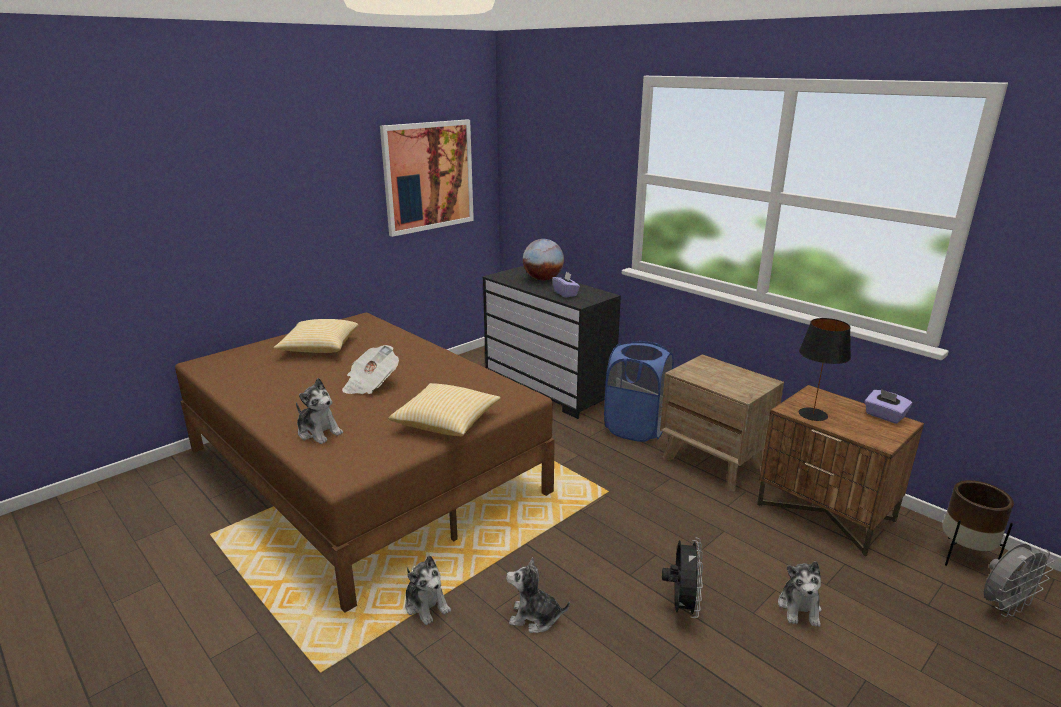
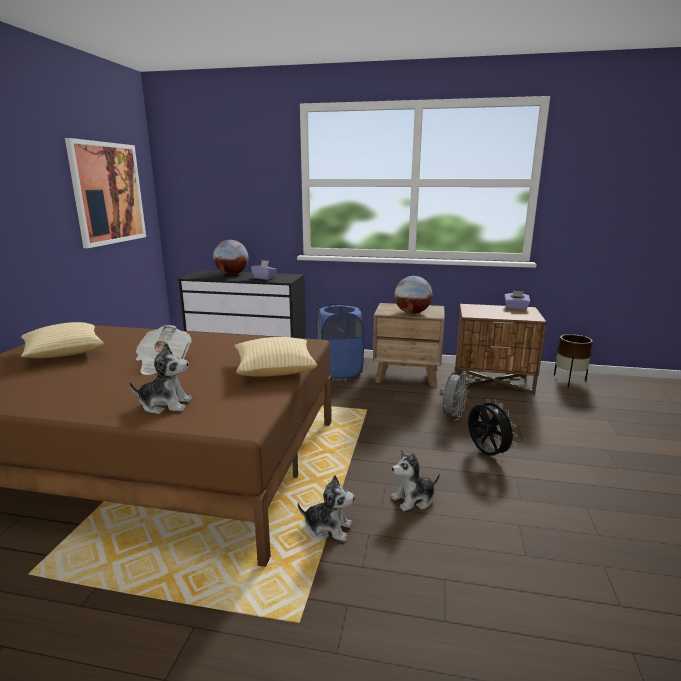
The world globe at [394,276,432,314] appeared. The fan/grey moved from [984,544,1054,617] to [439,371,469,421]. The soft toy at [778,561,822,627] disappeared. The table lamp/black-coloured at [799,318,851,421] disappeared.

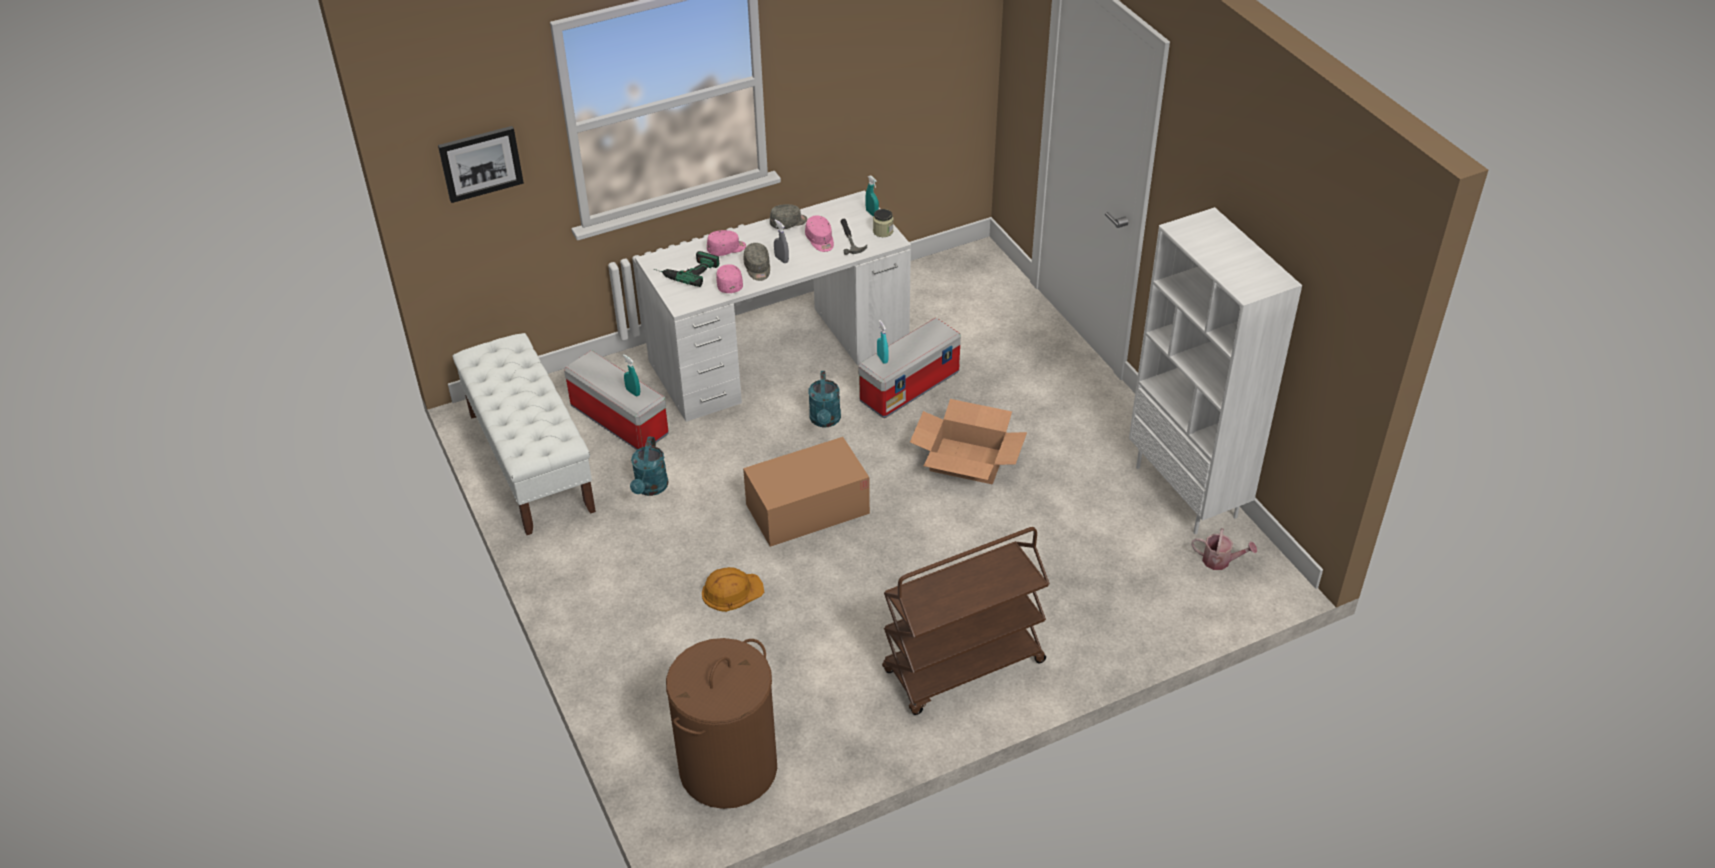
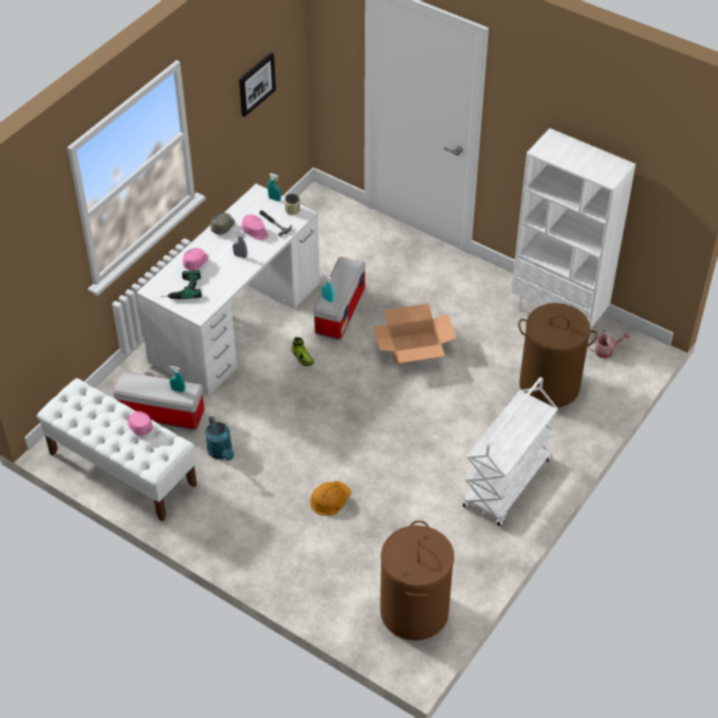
The cap/pink moved from [717,264,743,293] to [127,411,153,436]. The picture moved from [438,126,524,203] to [239,53,276,117]. The sprinkling can/blue-green at [808,371,841,427] was replaced by the low shoe at [291,337,314,366]. The wheeled cart/brown-coloured at [882,527,1050,715] became the wheeled cart/white at [462,377,558,526]. The hamper/brown-coloured at [518,303,597,408] appeared. The cap/grey at [743,243,770,281] disappeared. The cardboard box at [743,437,870,547] disappeared.

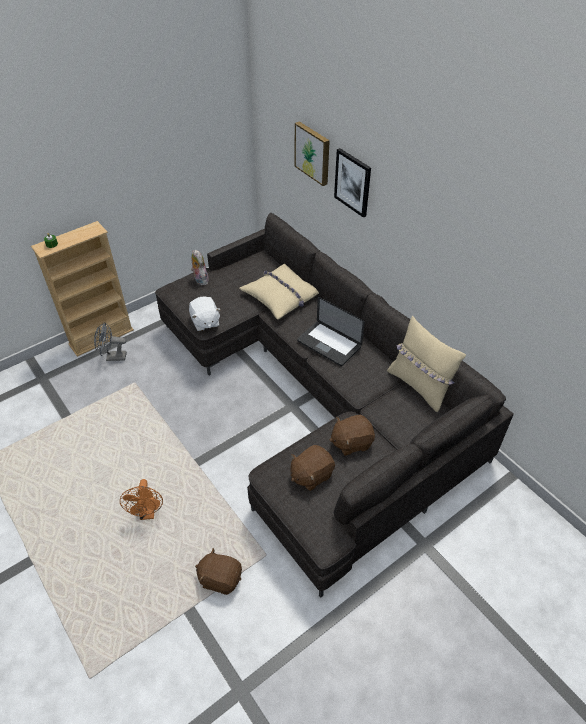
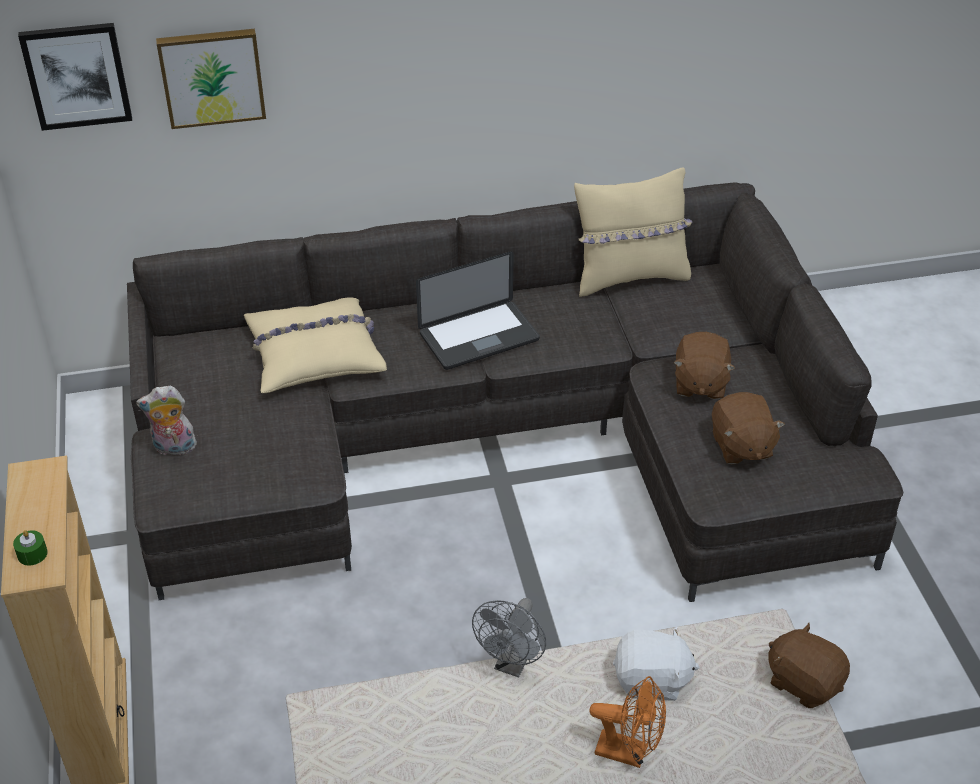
The picture moved from [334,148,371,218] to [18,23,132,131]. The fan/grey moved from [94,322,127,361] to [472,598,546,678]. The soft toy/white moved from [189,296,221,331] to [613,627,699,701]. The soft toy/brown-coloured at [195,548,242,595] turned 90 degrees clockwise.

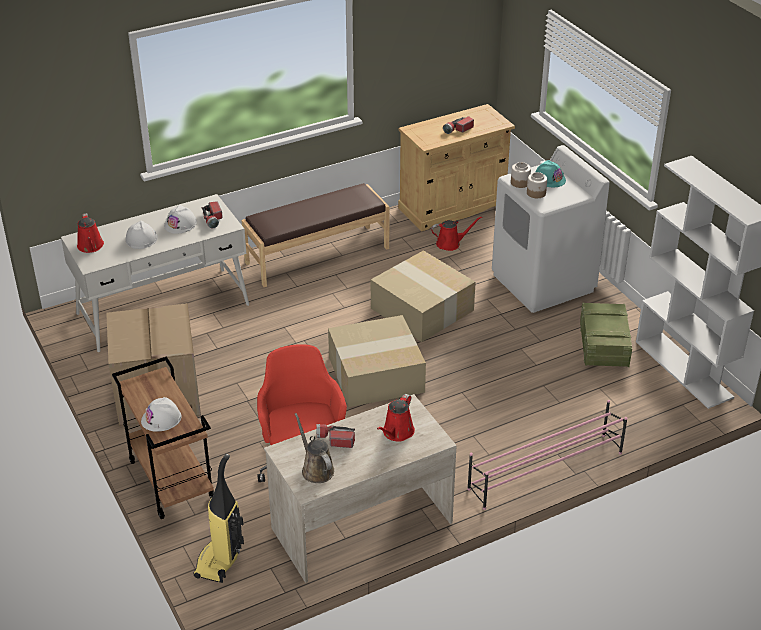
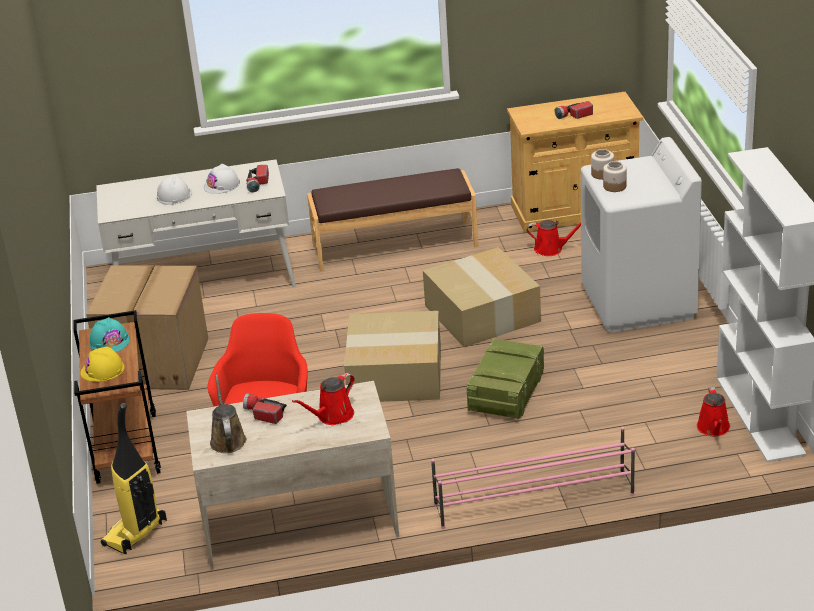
The hard hat/white at [141,397,182,432] became the hard hat/yellow at [80,346,125,382]. The hard hat/blue-green moved from [536,160,566,187] to [90,317,130,352]. The packing crate moved from [580,302,632,367] to [466,338,544,419]. The sprinkling can/reddish moved from [77,213,104,253] to [697,387,730,436].

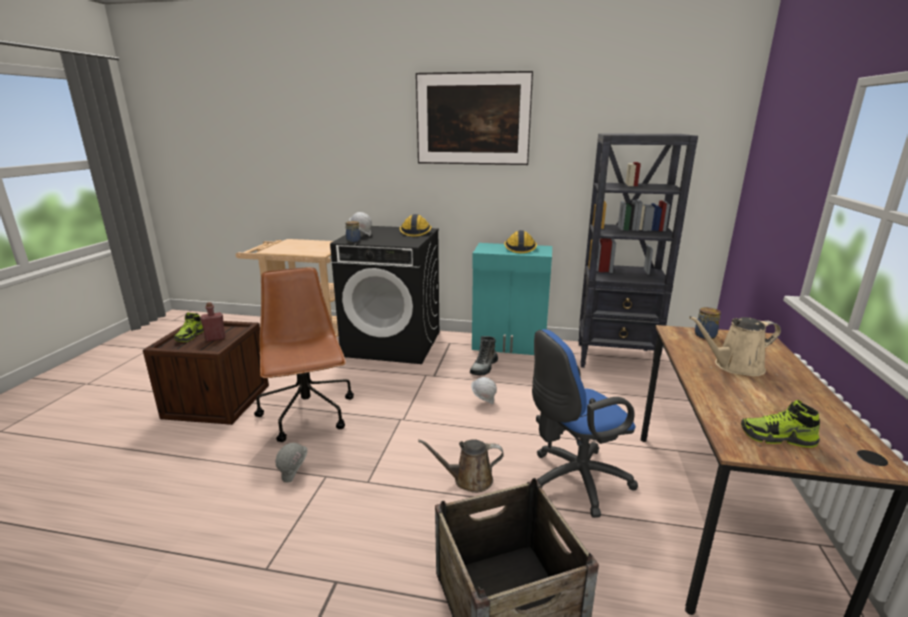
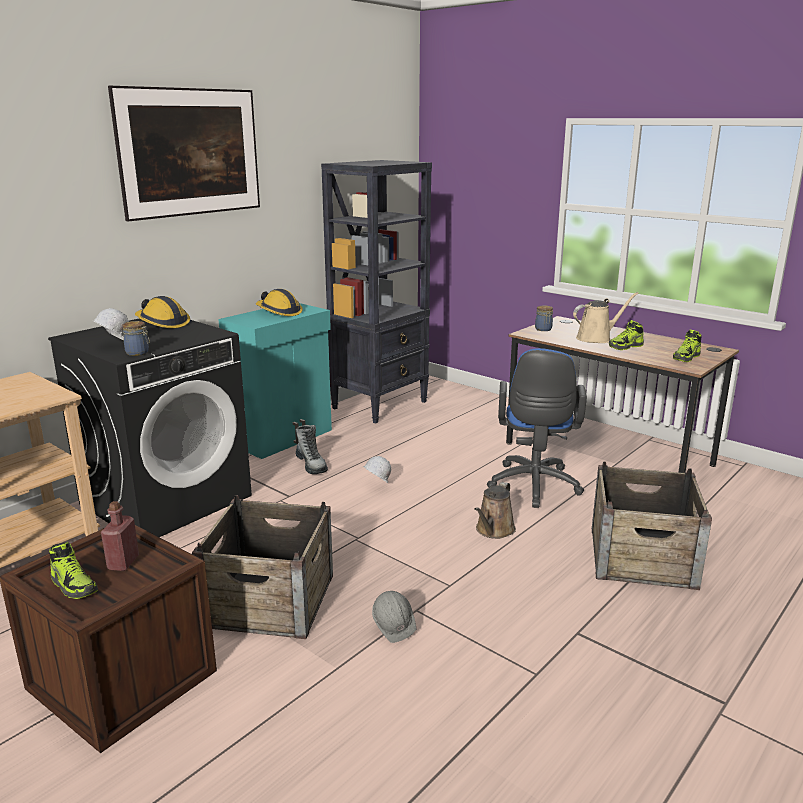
The computer chair/brown-coloured at [254,267,354,442] was replaced by the packing crate at [192,495,333,639]. The sprinkling can/beige-coloured at [689,316,781,376] turned 135 degrees counterclockwise. The low shoe at [609,320,644,350] appeared.

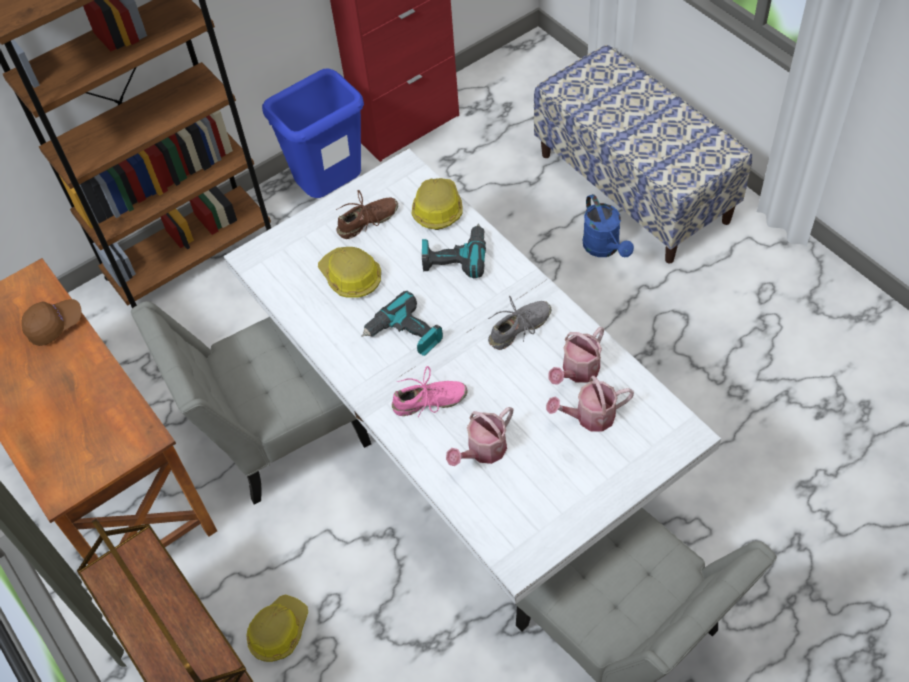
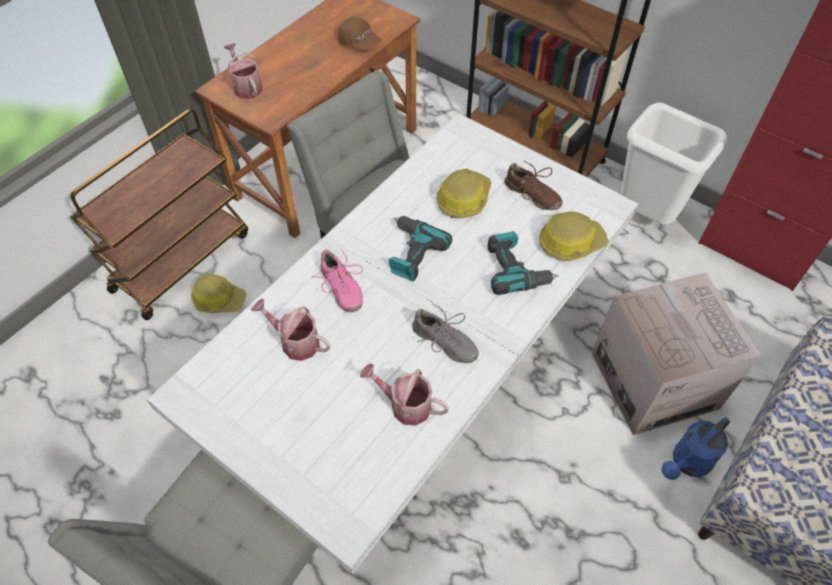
The sprinkling can moved from [546,376,634,432] to [223,43,263,99]. The cardboard box at [592,272,761,435] appeared. The waste bin/blue at [262,68,364,198] became the waste bin/white at [621,103,727,224].

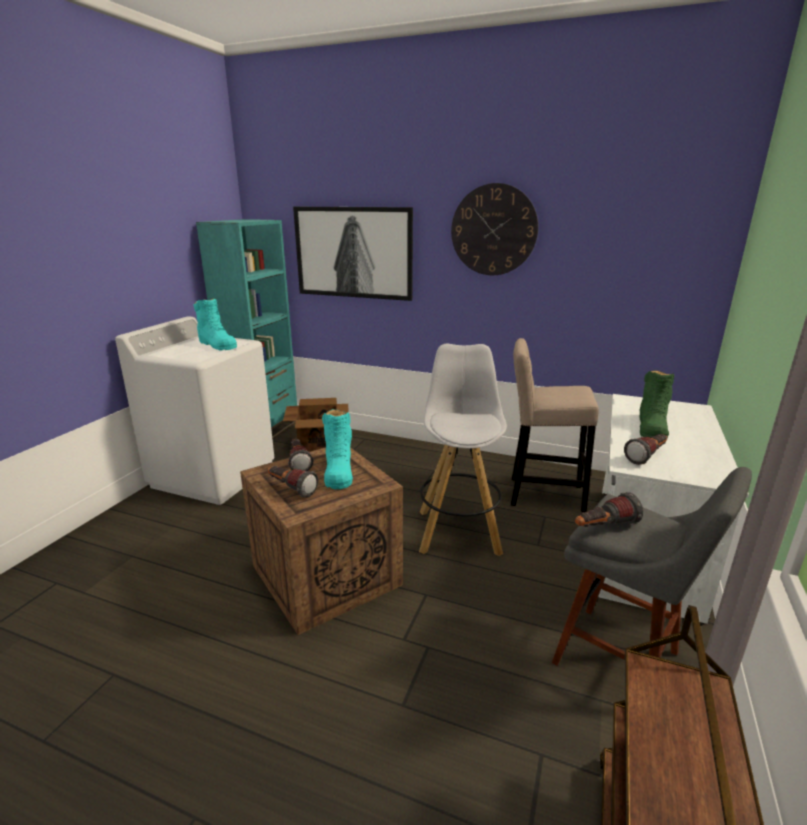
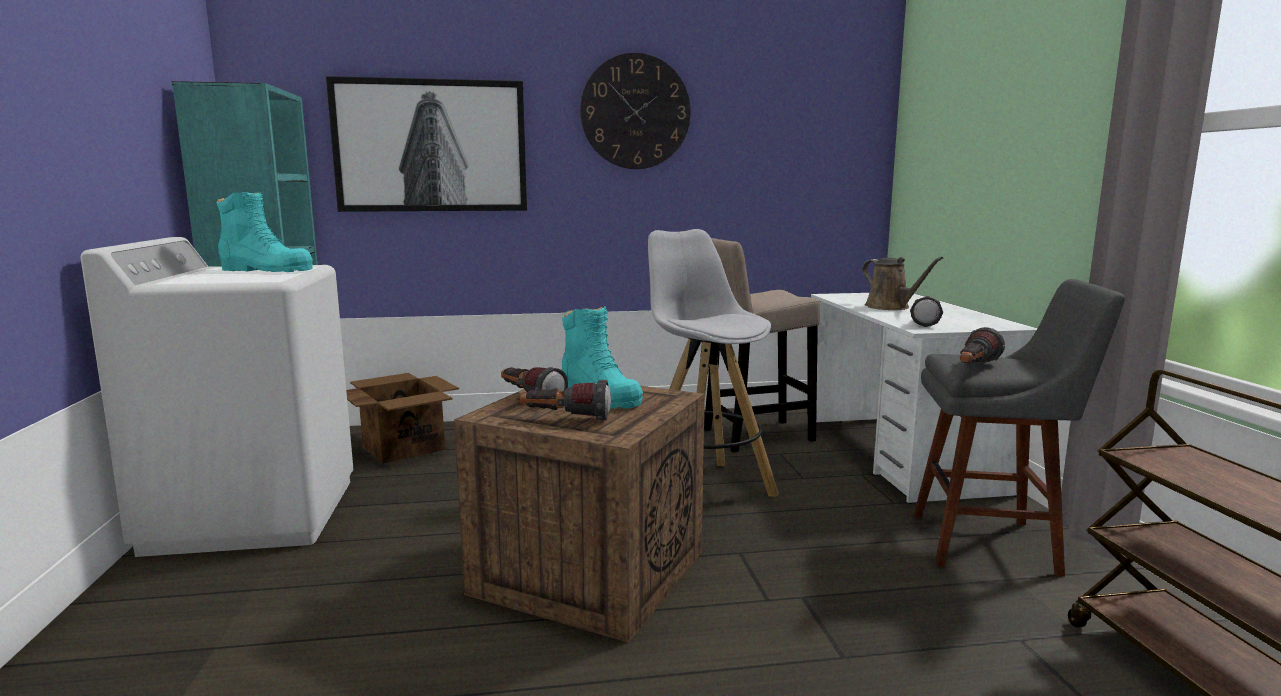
The high-top boot/green at [639,370,674,438] was replaced by the sprinkling can/brown-coloured at [862,257,943,310].

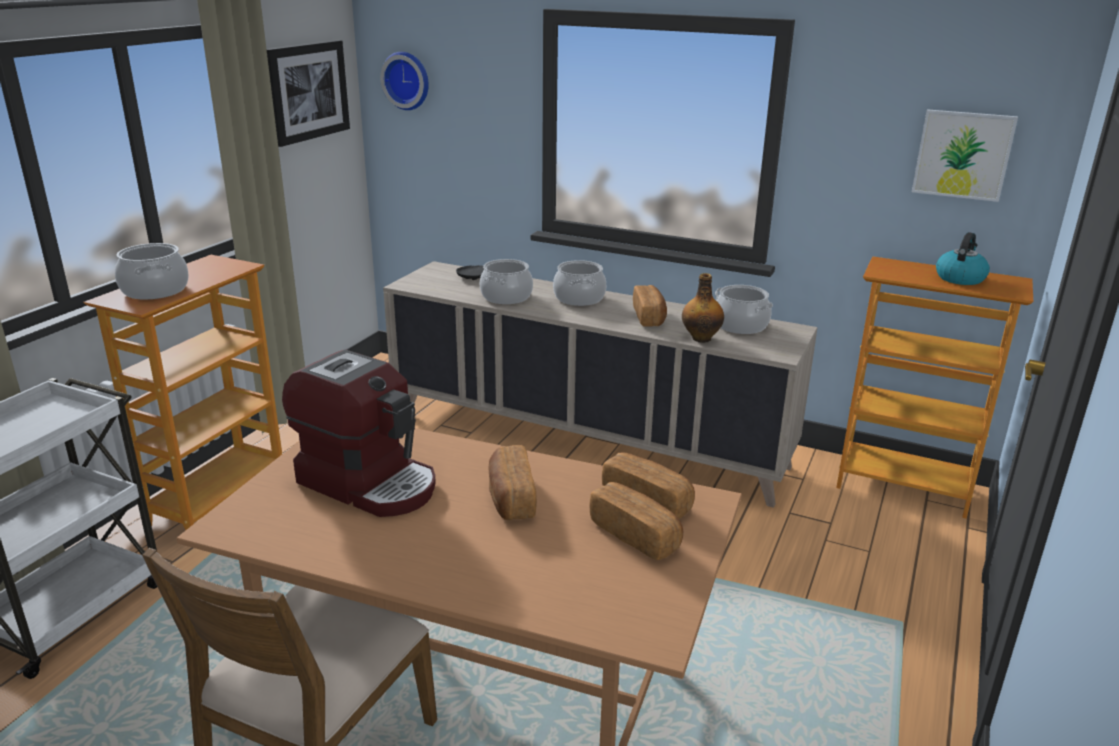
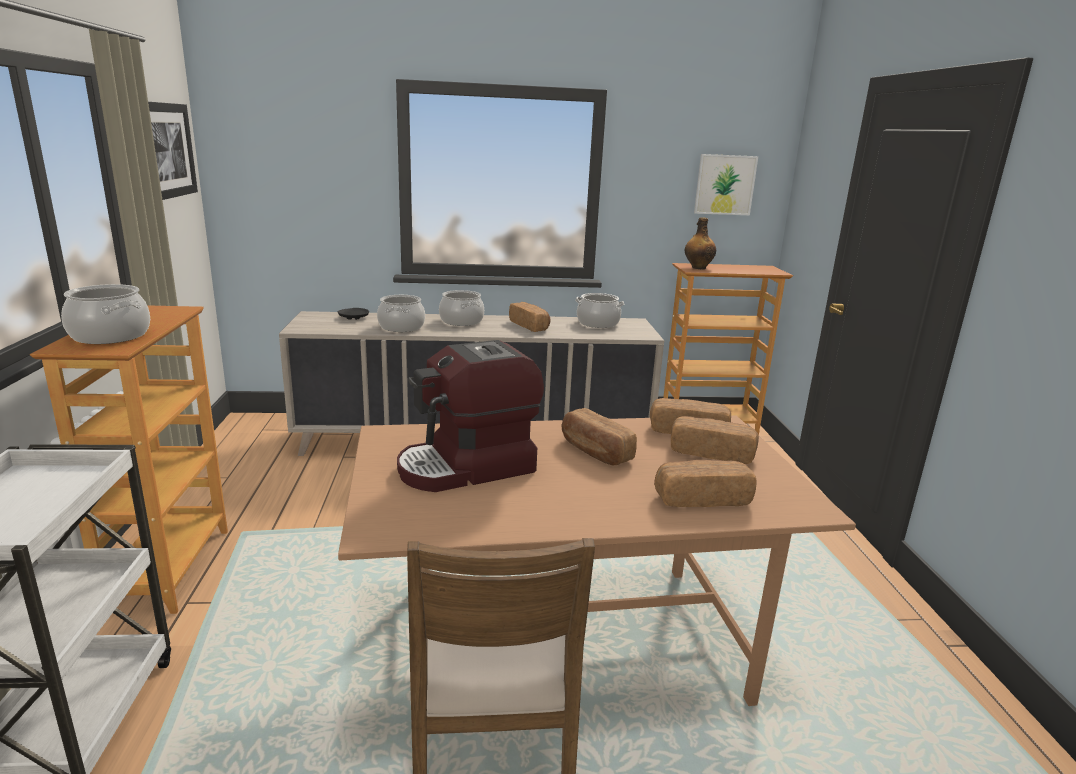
The coffee maker at [282,349,436,517] turned 150 degrees clockwise. The baked bread at [654,460,756,507] appeared. The beverage bottle moved from [682,273,724,343] to [685,217,716,269]. The wall clock at [380,52,429,110] disappeared. The water kettle at [936,232,990,285] disappeared.

